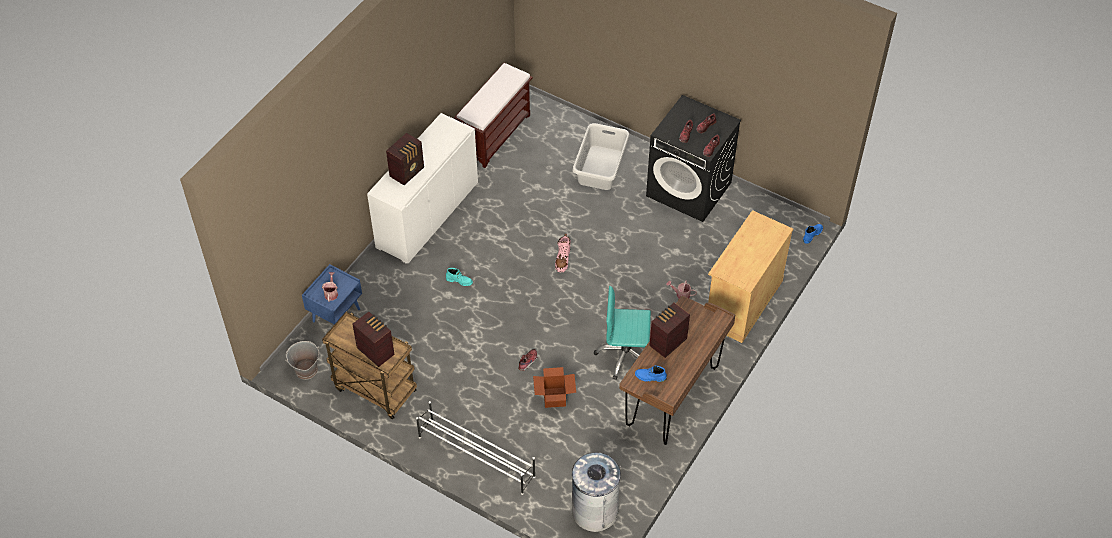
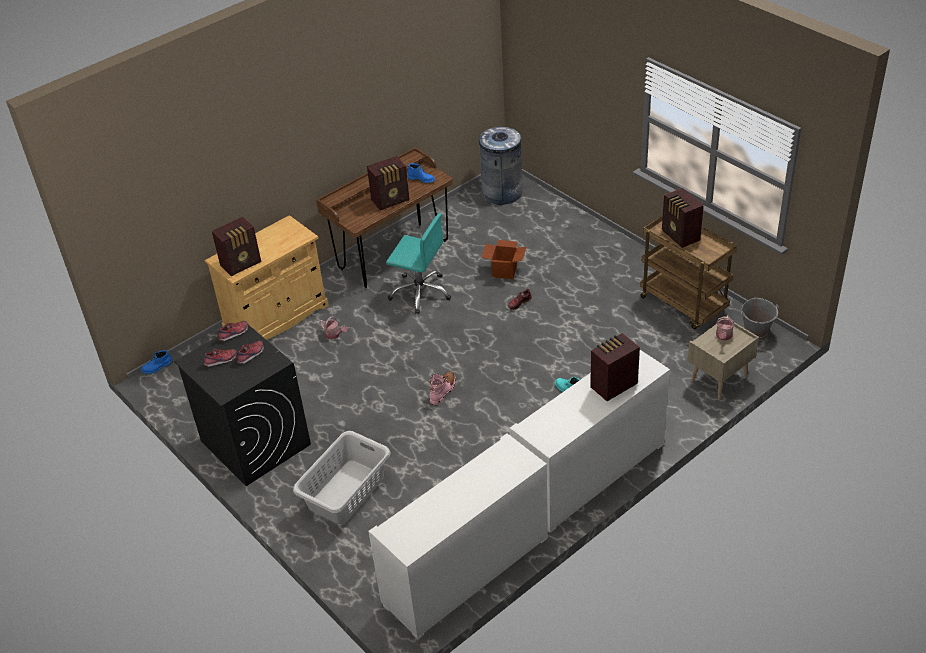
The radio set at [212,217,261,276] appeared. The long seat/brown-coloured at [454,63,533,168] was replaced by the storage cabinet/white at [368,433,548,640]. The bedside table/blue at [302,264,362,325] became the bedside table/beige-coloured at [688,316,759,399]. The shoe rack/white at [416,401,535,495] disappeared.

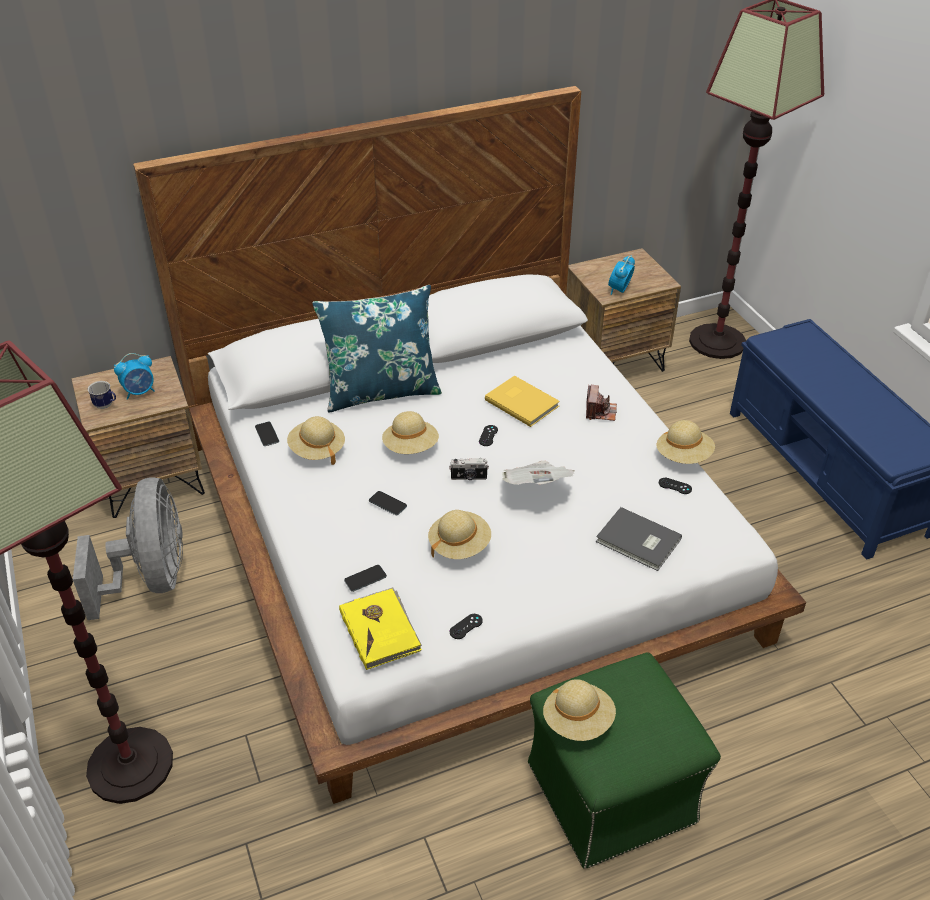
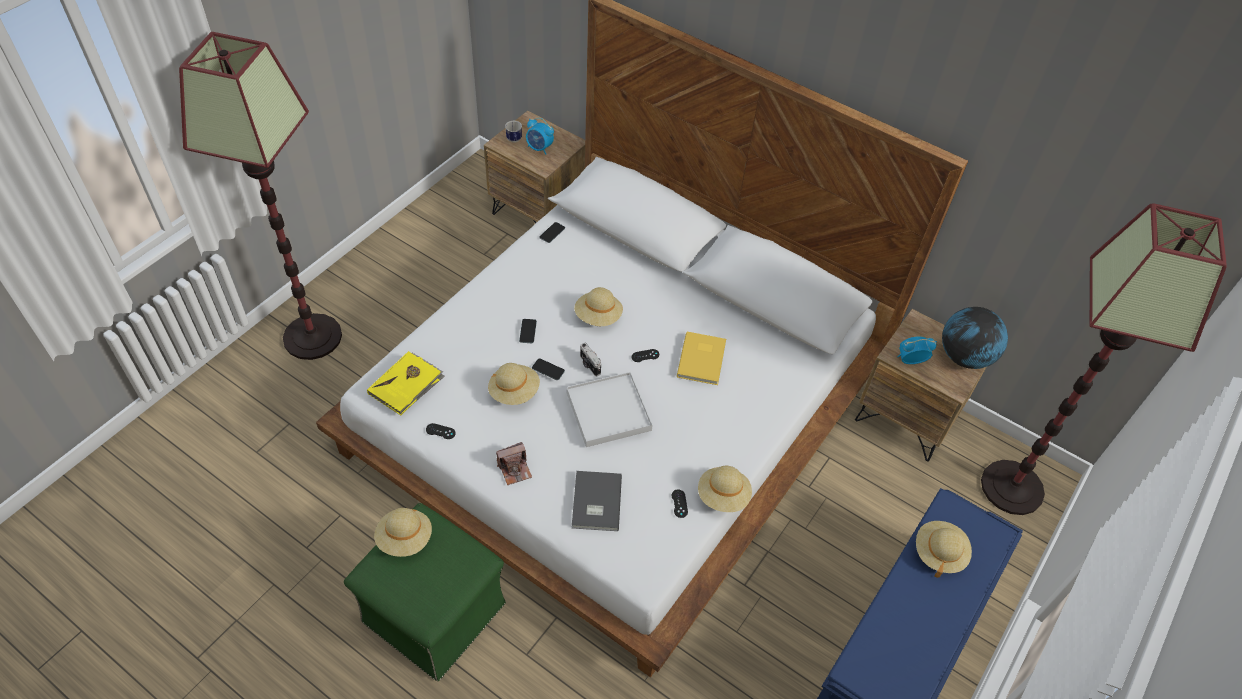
The photo camera moved from [586,385,617,421] to [496,442,532,485]. The telephone moved from [344,565,387,592] to [532,358,565,380]. The newspaper at [502,461,574,485] was replaced by the serving tray/white at [567,372,653,447]. The clothing hat/beige-coloured moved from [287,416,345,465] to [916,521,972,578]. The world globe at [942,307,1008,369] appeared. The fan/grey at [73,478,183,620] disappeared. The cushion/blue at [312,285,442,412] disappeared.

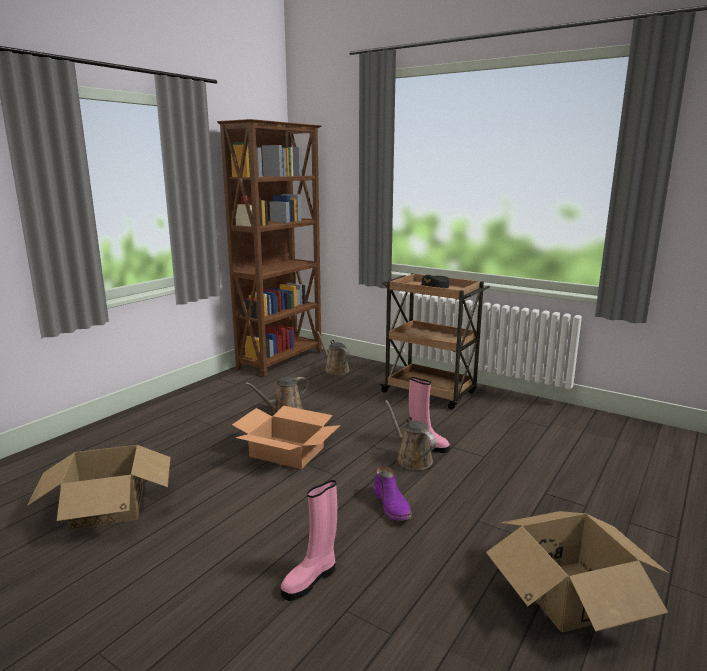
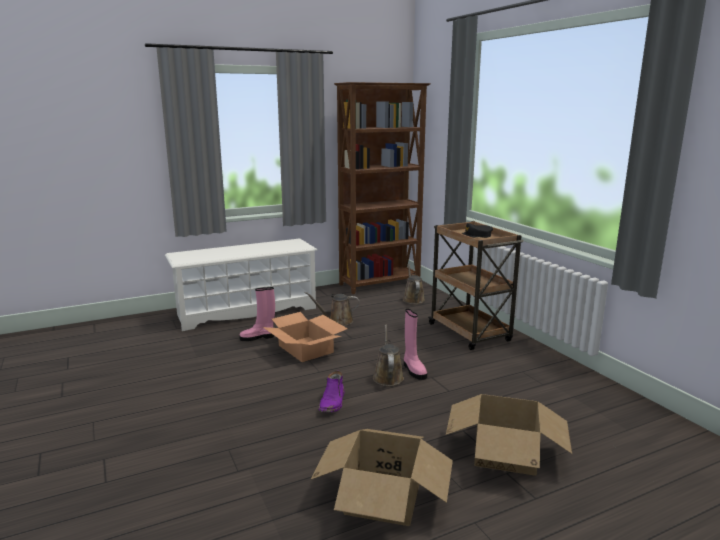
The shoe rack/white at [165,238,317,331] appeared. The high-top boot/pink moved from [281,480,337,601] to [239,287,275,341]. The cardboard box moved from [27,445,171,530] to [446,394,572,476].

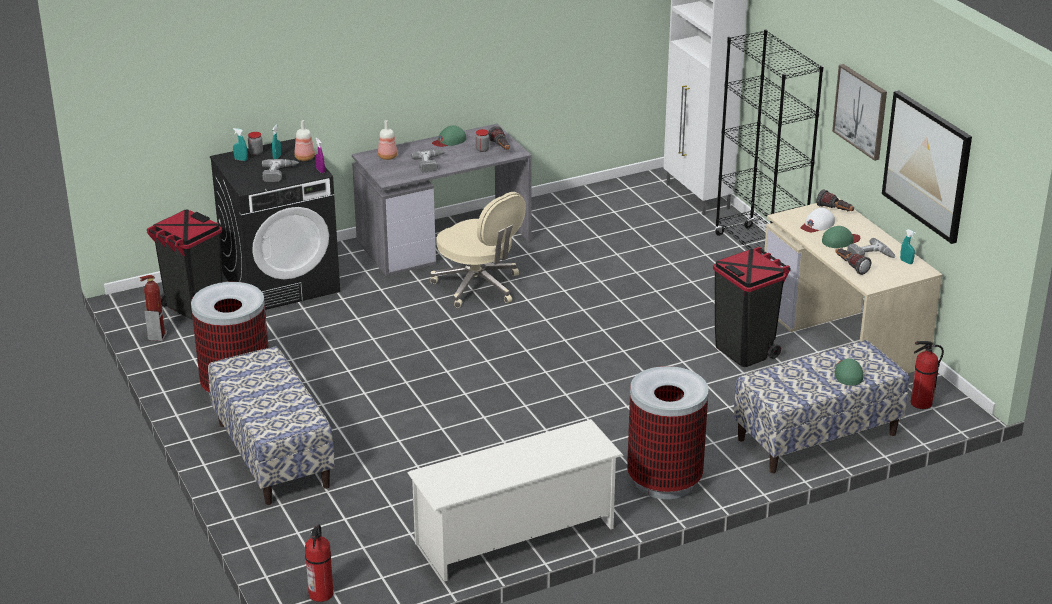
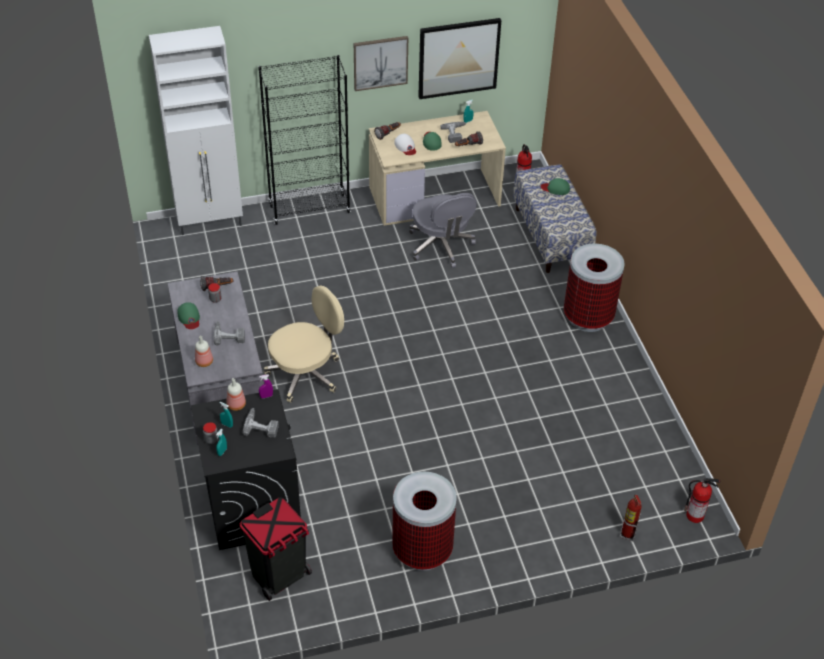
The waste bin/black-coloured at [713,247,791,367] was replaced by the computer chair/grey at [409,193,477,268]. The fire extinguisher moved from [140,275,168,341] to [620,494,642,541]. The long seat at [208,346,335,505] disappeared. The shoe rack/white at [407,419,624,582] disappeared.

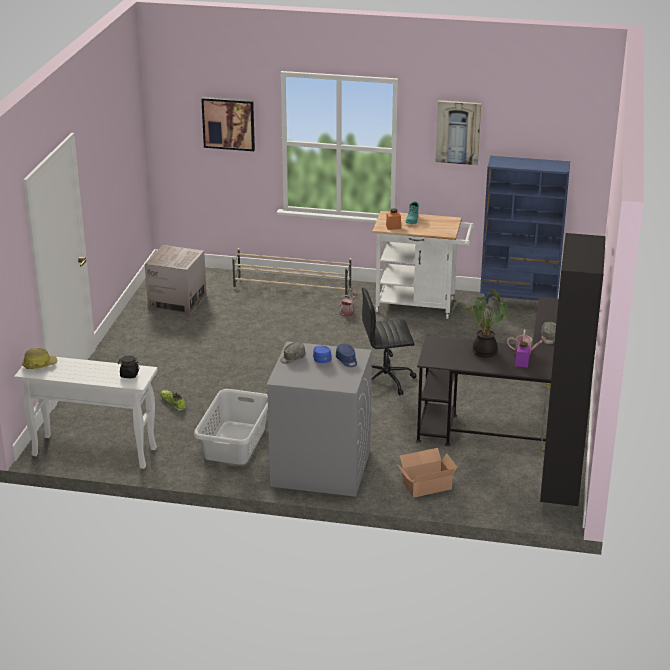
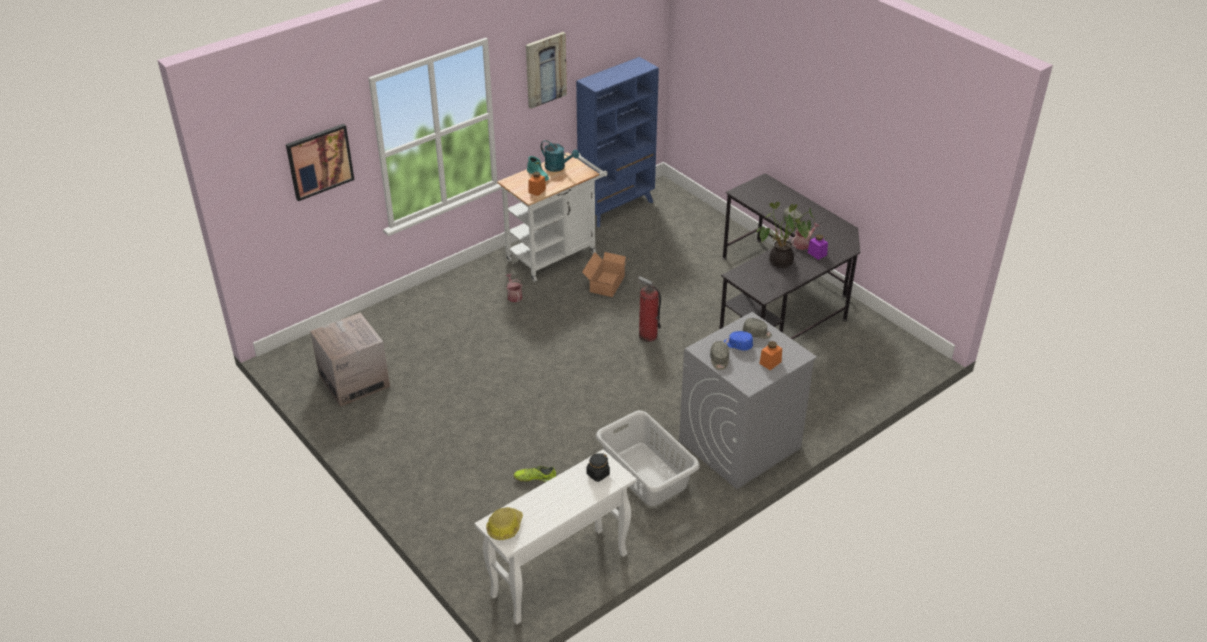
The sprinkling can/blue-green at [541,140,579,172] appeared. The cardboard box moved from [397,448,457,498] to [582,252,628,297]. The computer chair/black-coloured at [362,287,417,395] was replaced by the fire extinguisher at [638,276,661,342]. The cap/blue at [336,344,357,367] became the cap/grey at [743,318,772,339]. The jar/orangey at [759,341,782,370] appeared. The shoe rack/beige-coloured at [232,248,351,299] disappeared. The storage cabinet/black-coloured at [540,233,606,520] disappeared.

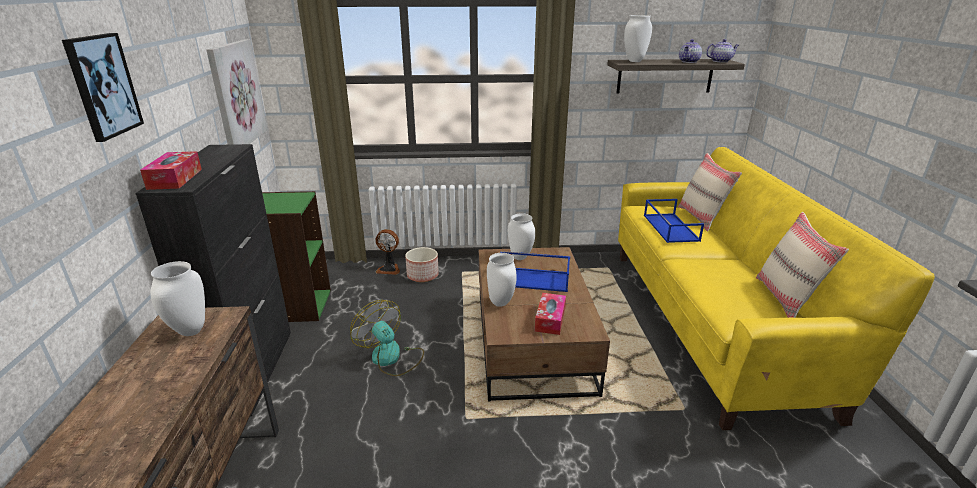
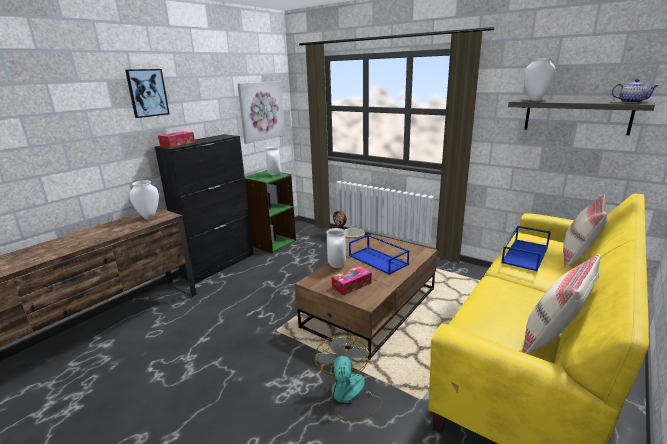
The vase/white moved from [508,213,535,260] to [265,146,281,176]. The fan moved from [350,300,424,376] to [313,335,383,421]. The pot for tea at [679,39,702,63] disappeared.

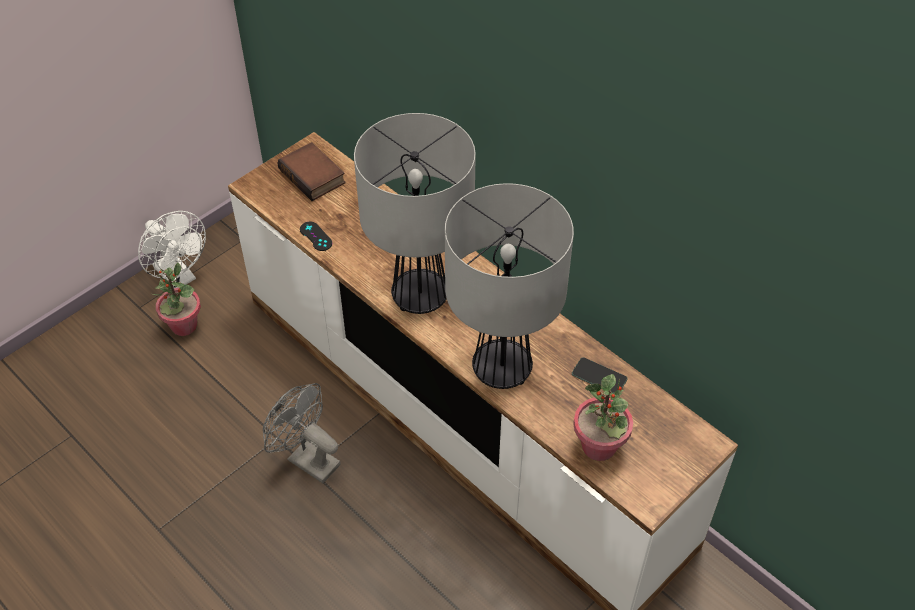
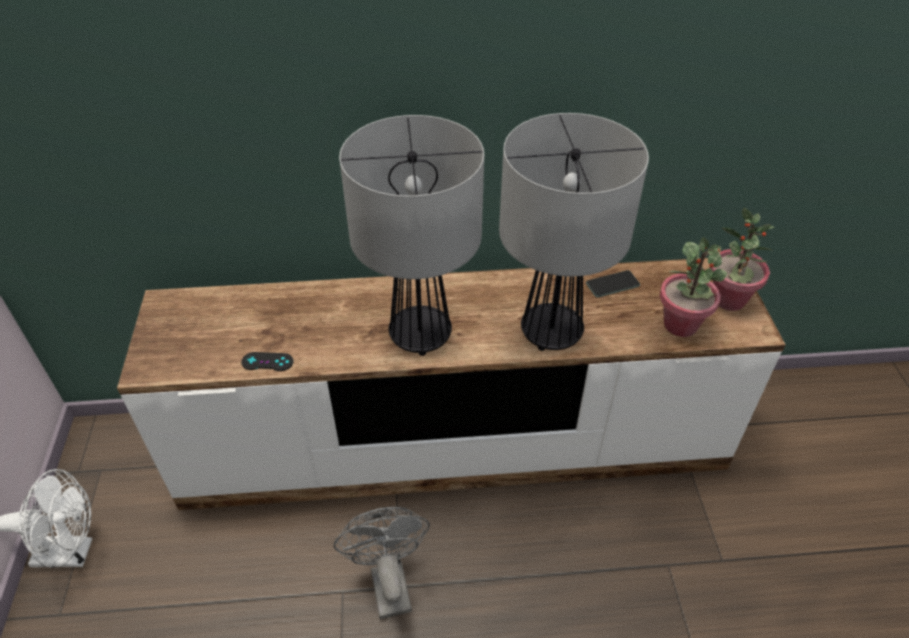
The fan/grey at [263,383,341,483] turned 90 degrees clockwise. The potted plant moved from [153,263,201,336] to [710,207,774,311]. The book at [277,142,346,201] disappeared.

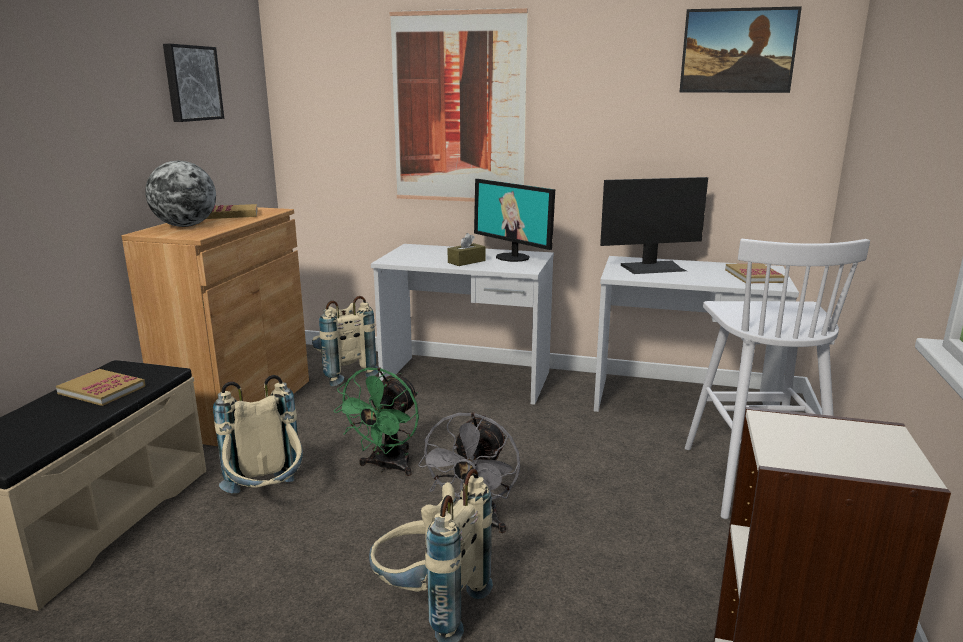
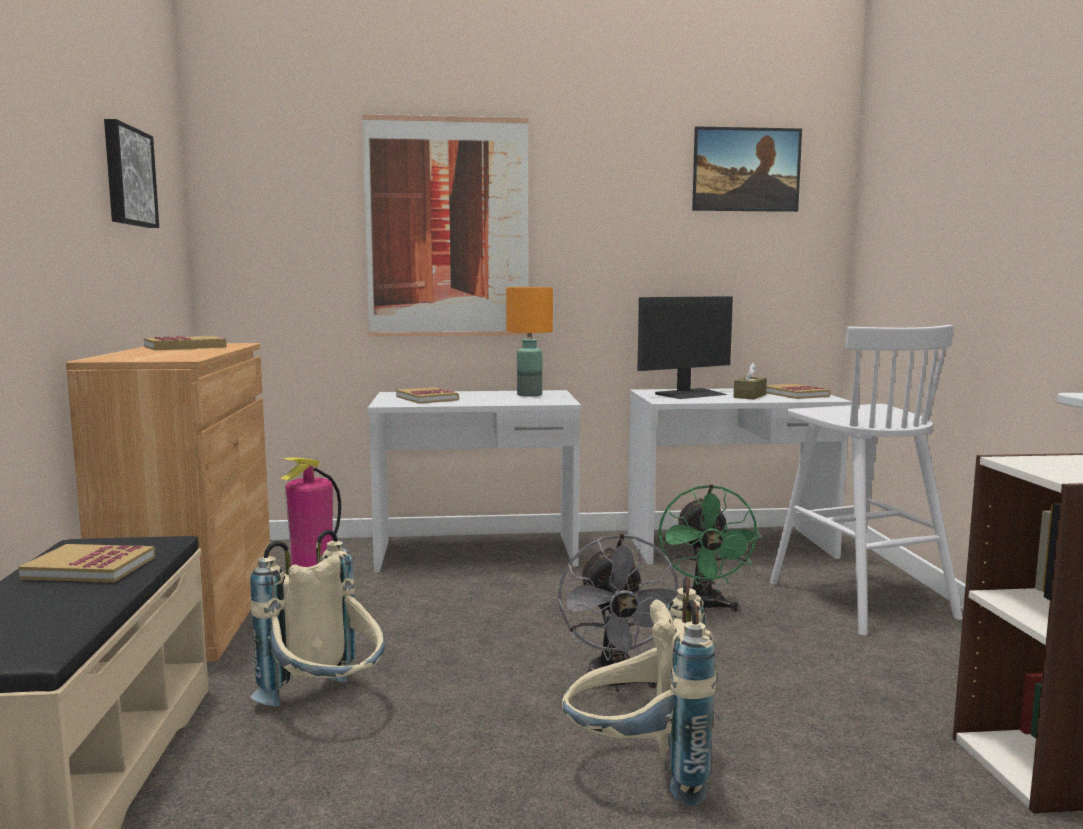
The rucksack/beige-coloured at [312,296,378,386] was replaced by the fire extinguisher at [281,457,341,567]. The book at [396,387,459,404] appeared. The computer screen at [474,179,555,262] was replaced by the table lamp/orangey at [506,287,553,397]. The fan/green moved from [334,367,419,476] to [659,484,761,613]. The tissue holder/brown-coloured moved from [448,233,485,266] to [733,362,767,399]. The world globe at [145,161,216,227] disappeared.

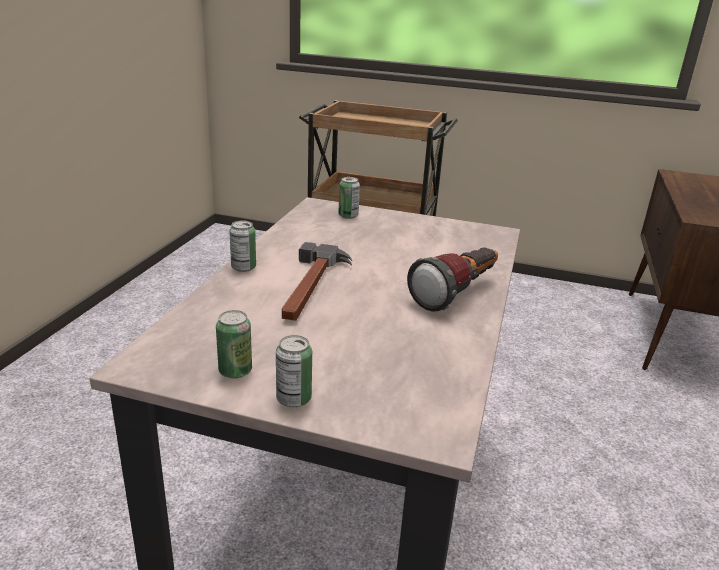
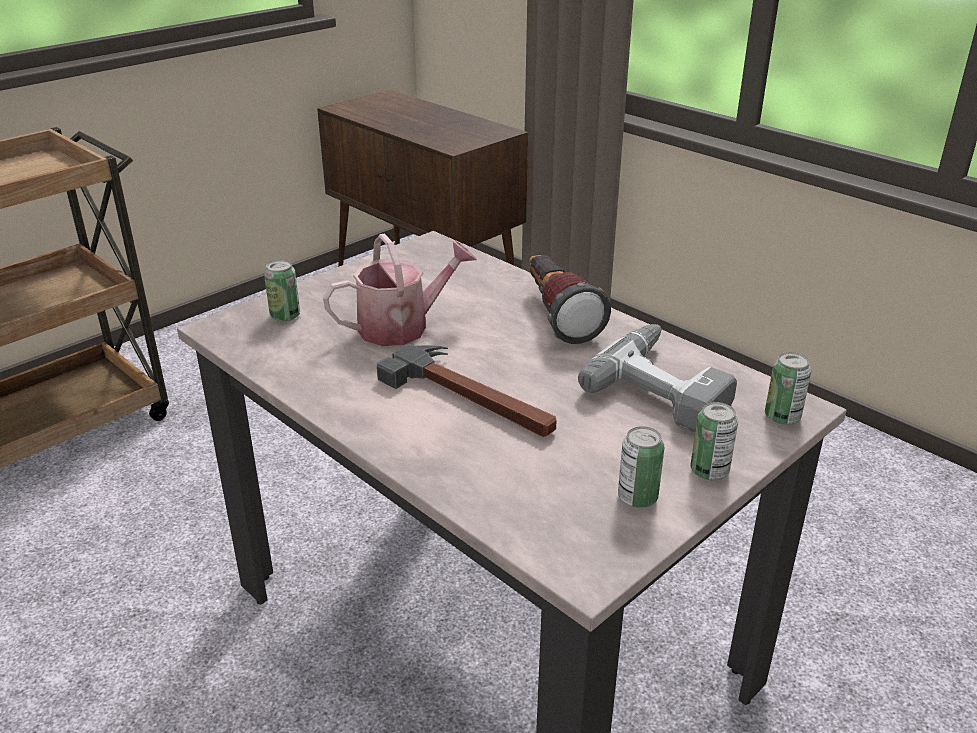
The sprinkling can at [323,233,477,346] appeared. The drill at [578,324,737,433] appeared. The can moved from [230,220,256,272] to [765,352,811,425].

